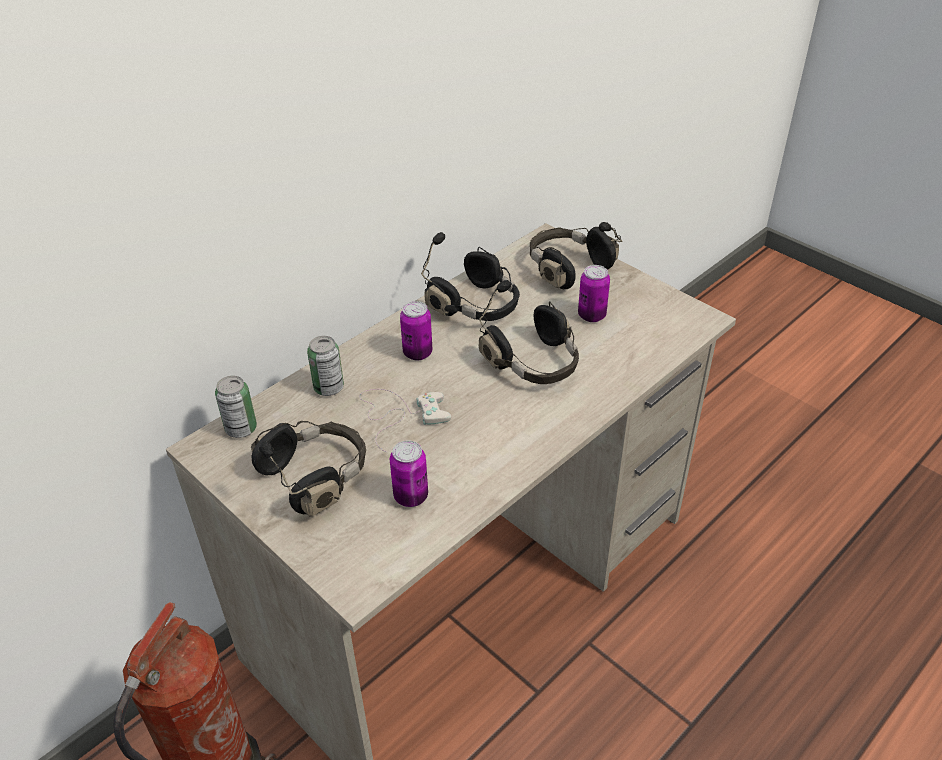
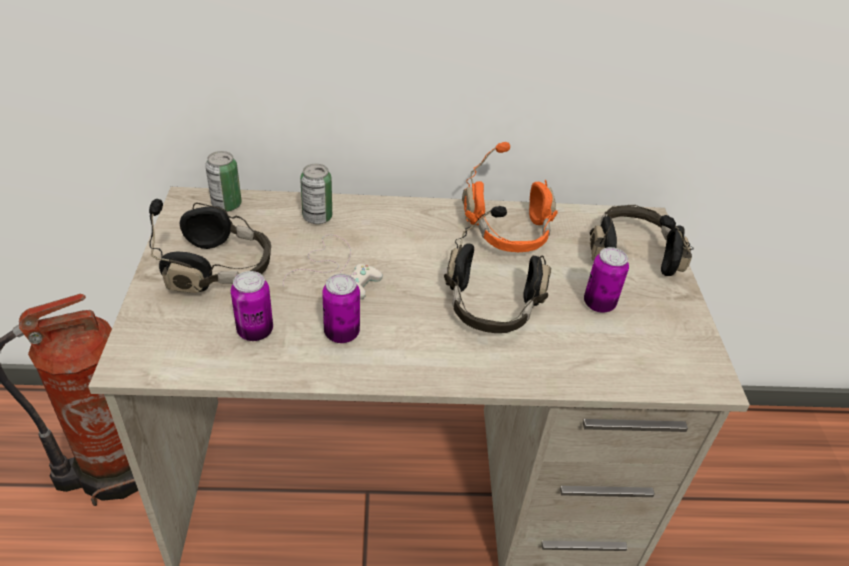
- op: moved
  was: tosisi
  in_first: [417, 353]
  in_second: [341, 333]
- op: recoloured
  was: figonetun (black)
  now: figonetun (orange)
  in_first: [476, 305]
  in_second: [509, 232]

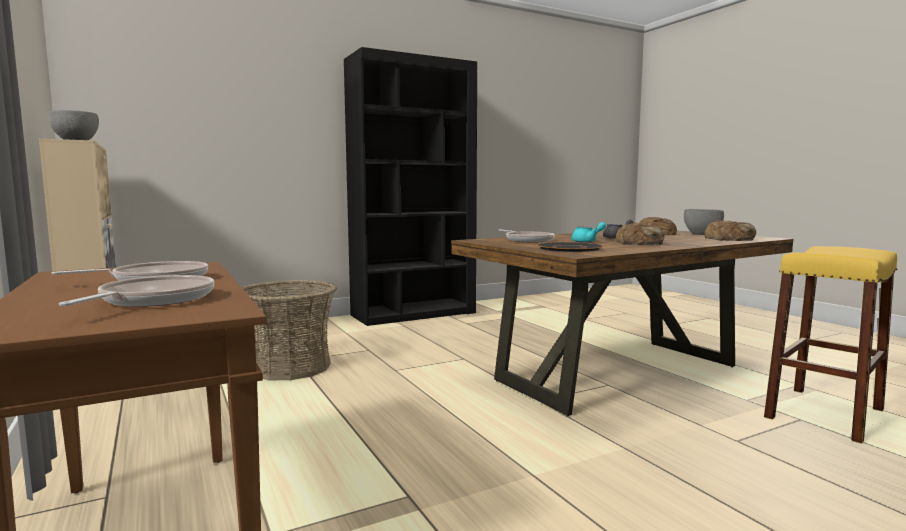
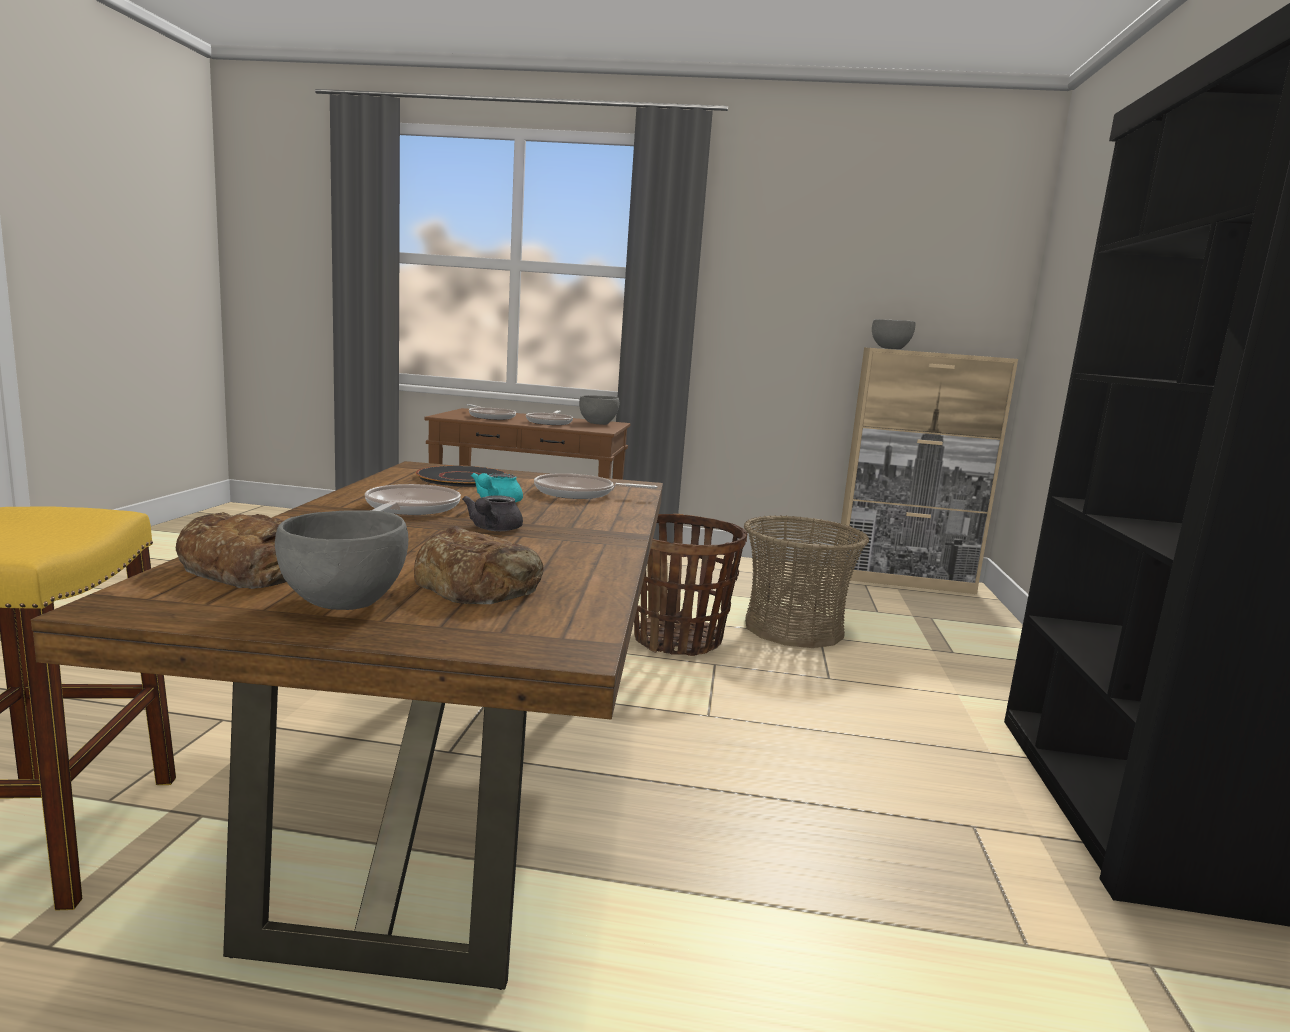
- op: replaced
  was: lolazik
  now: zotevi
  in_first: [640, 243]
  in_second: [410, 508]
- op: added
  now: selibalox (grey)
  in_second: [598, 423]
- op: added
  now: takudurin
  in_second: [677, 640]

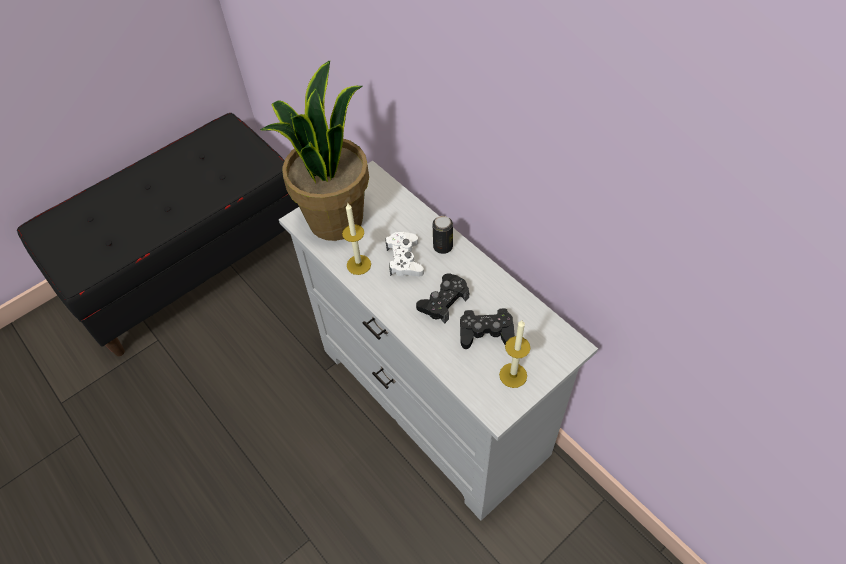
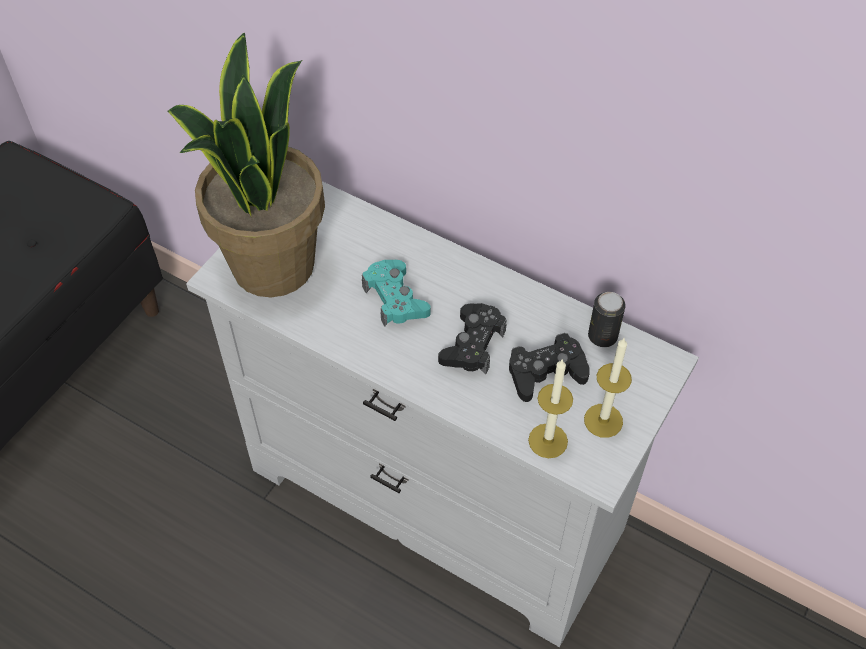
- op: recoloured
  was: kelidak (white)
  now: kelidak (turquoise)
  in_first: [404, 259]
  in_second: [395, 299]
- op: moved
  was: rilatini
  in_first: [358, 264]
  in_second: [548, 440]
- op: moved
  was: tosisi
  in_first: [443, 247]
  in_second: [602, 336]

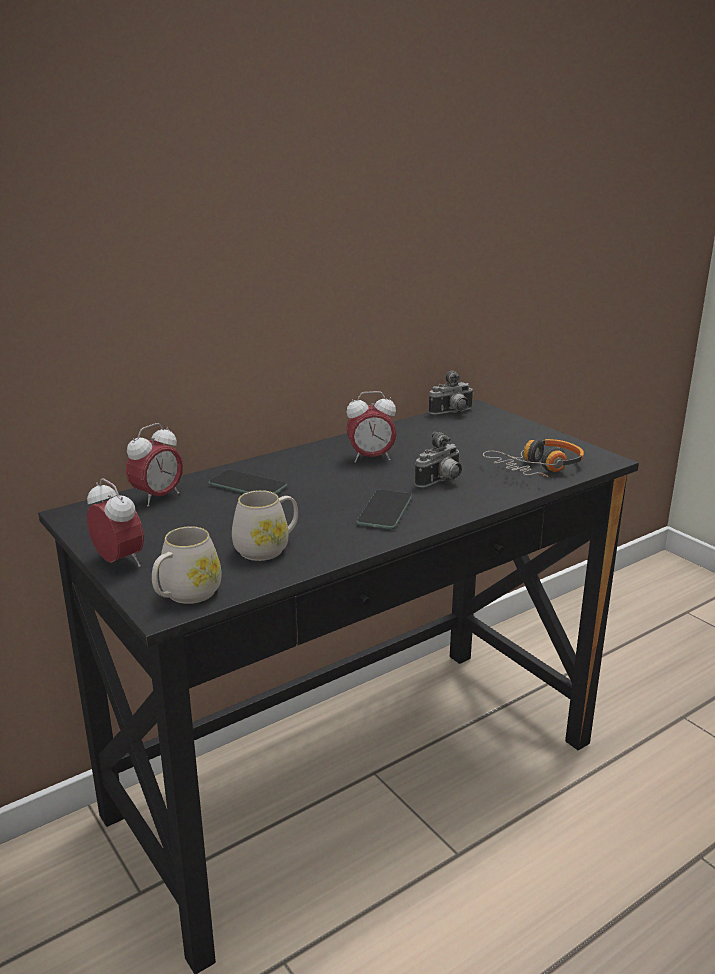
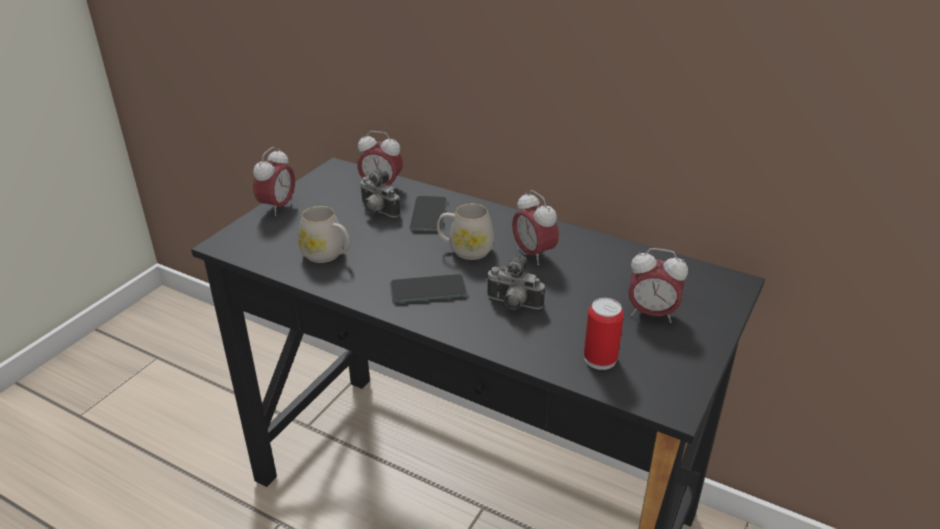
- op: moved
  was: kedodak
  in_first: [452, 413]
  in_second: [377, 211]
- op: moved
  was: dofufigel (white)
  in_first: [186, 595]
  in_second: [465, 250]
- op: replaced
  was: figonetun
  now: tosisi
  in_first: [538, 468]
  in_second: [600, 359]
- op: added
  now: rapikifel
  in_second: [651, 314]

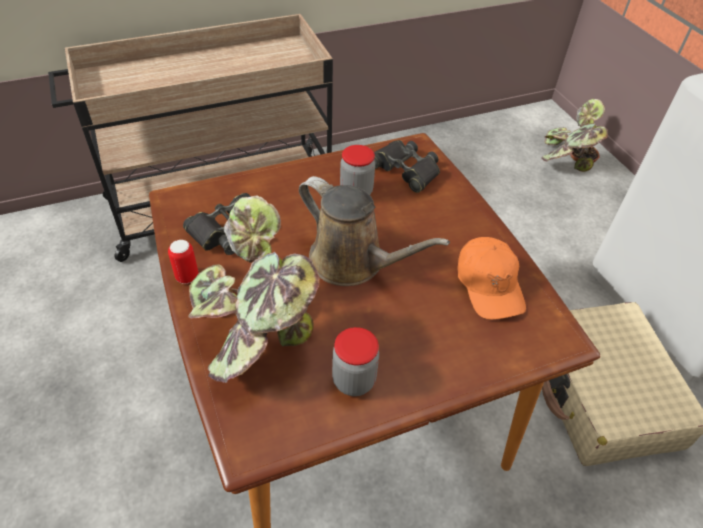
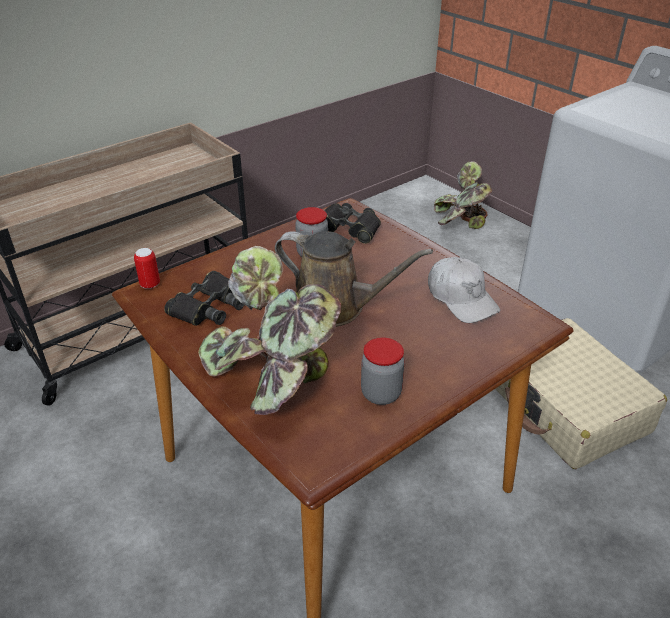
- op: moved
  was: tosisi
  in_first: [187, 277]
  in_second: [150, 284]
- op: recoloured
  was: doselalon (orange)
  now: doselalon (white)
  in_first: [489, 285]
  in_second: [461, 298]

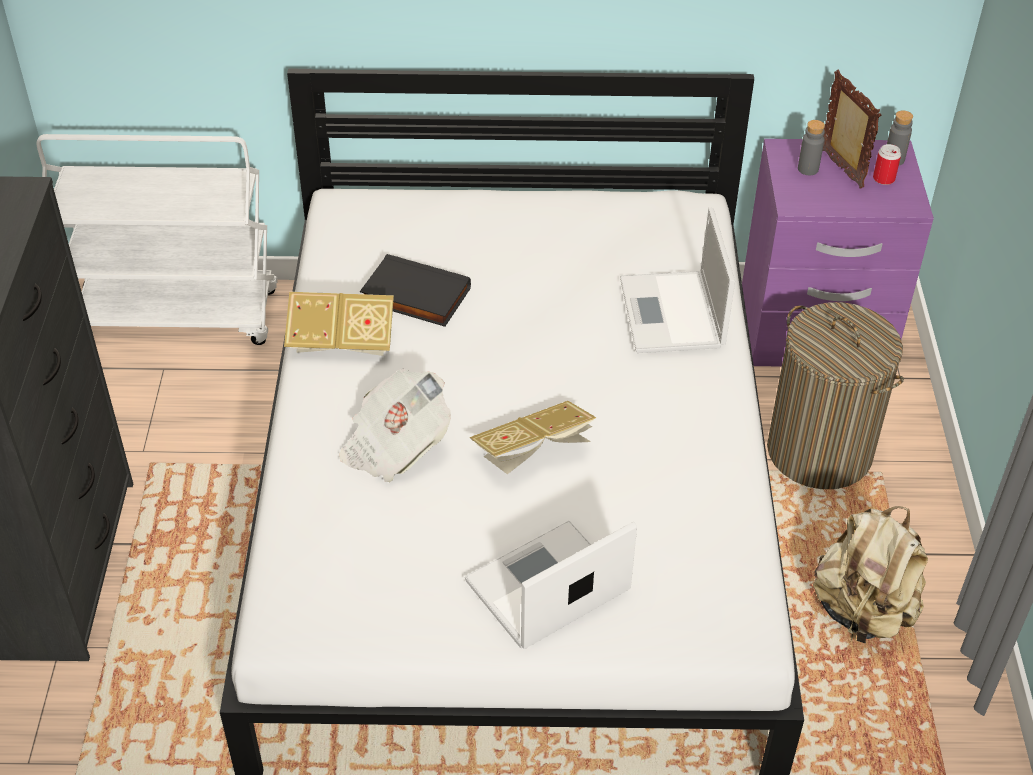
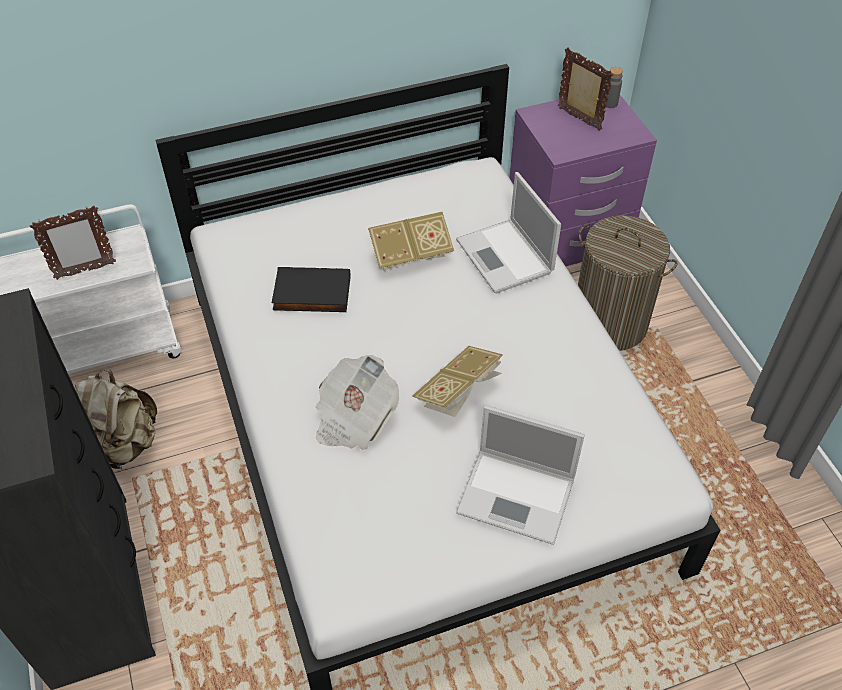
- op: added
  now: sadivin
  in_second: [85, 271]
- op: moved
  was: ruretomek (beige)
  in_first: [863, 611]
  in_second: [123, 444]
- op: moved
  was: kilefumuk
  in_first: [342, 341]
  in_second: [410, 254]
- op: turned
  was: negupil
  in_first: [545, 588]
  in_second: [518, 496]
  clockwise: -105
- op: removed
  was: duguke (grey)
  in_first: [808, 169]
- op: removed
  was: tosisi
  in_first: [883, 179]

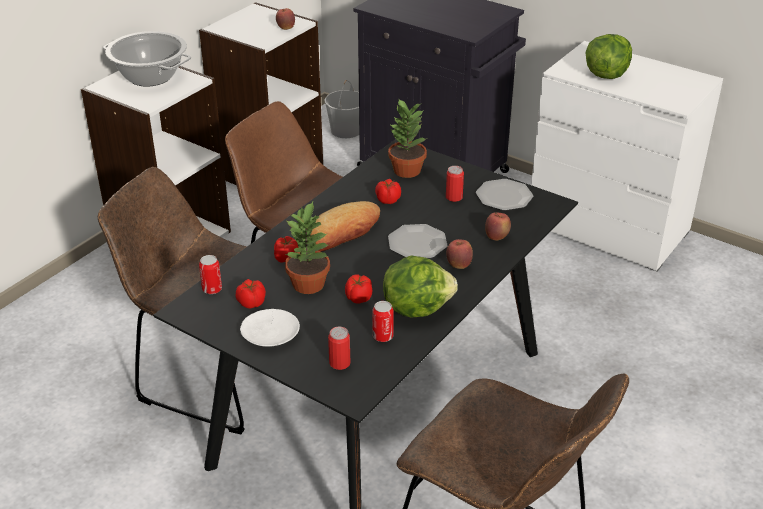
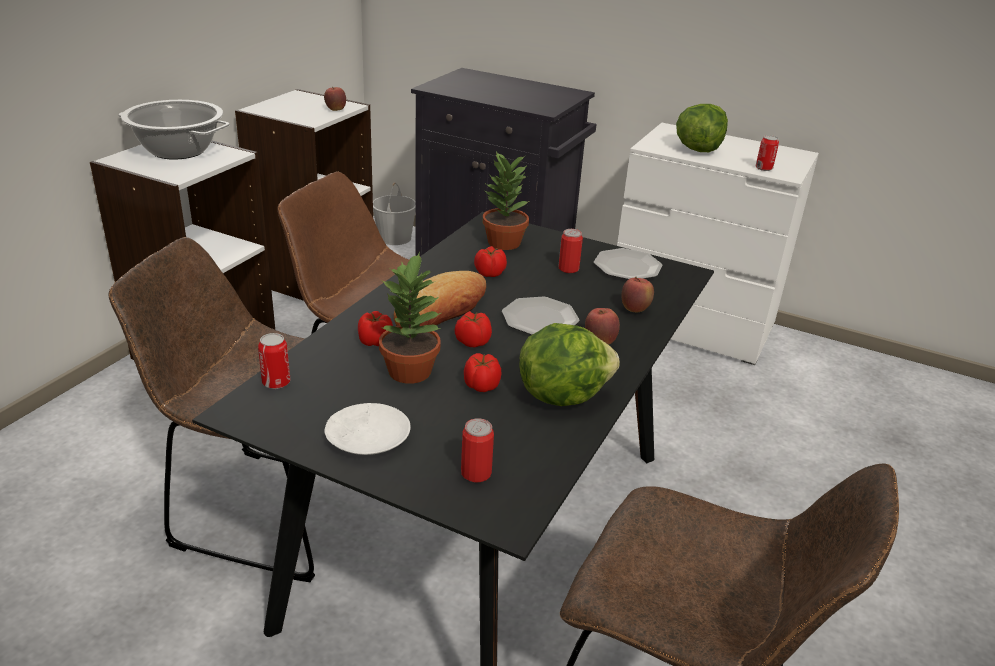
- op: moved
  was: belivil
  in_first: [251, 303]
  in_second: [472, 342]
- op: moved
  was: tosisi
  in_first: [382, 336]
  in_second: [764, 168]

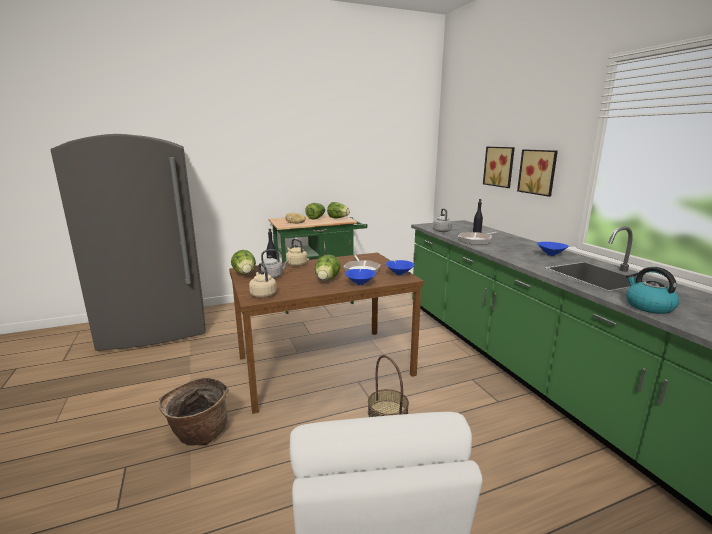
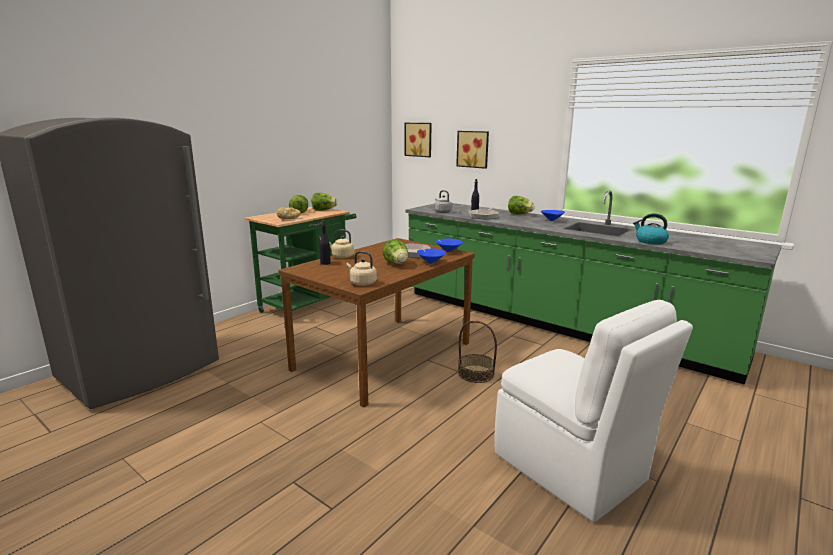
- op: moved
  was: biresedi
  in_first: [538, 172]
  in_second: [419, 139]
- op: moved
  was: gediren
  in_first: [245, 274]
  in_second: [520, 214]
- op: removed
  was: takudurin
  in_first: [199, 433]
- op: removed
  was: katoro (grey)
  in_first: [272, 276]

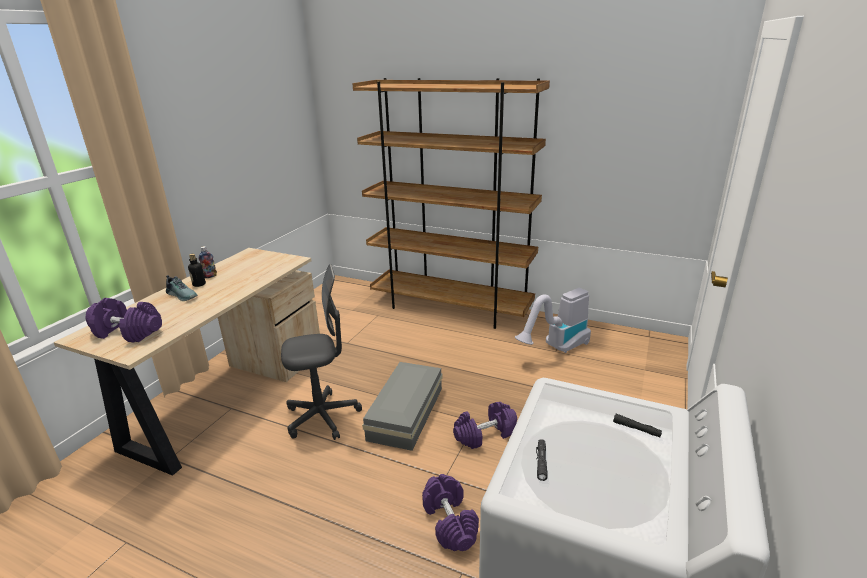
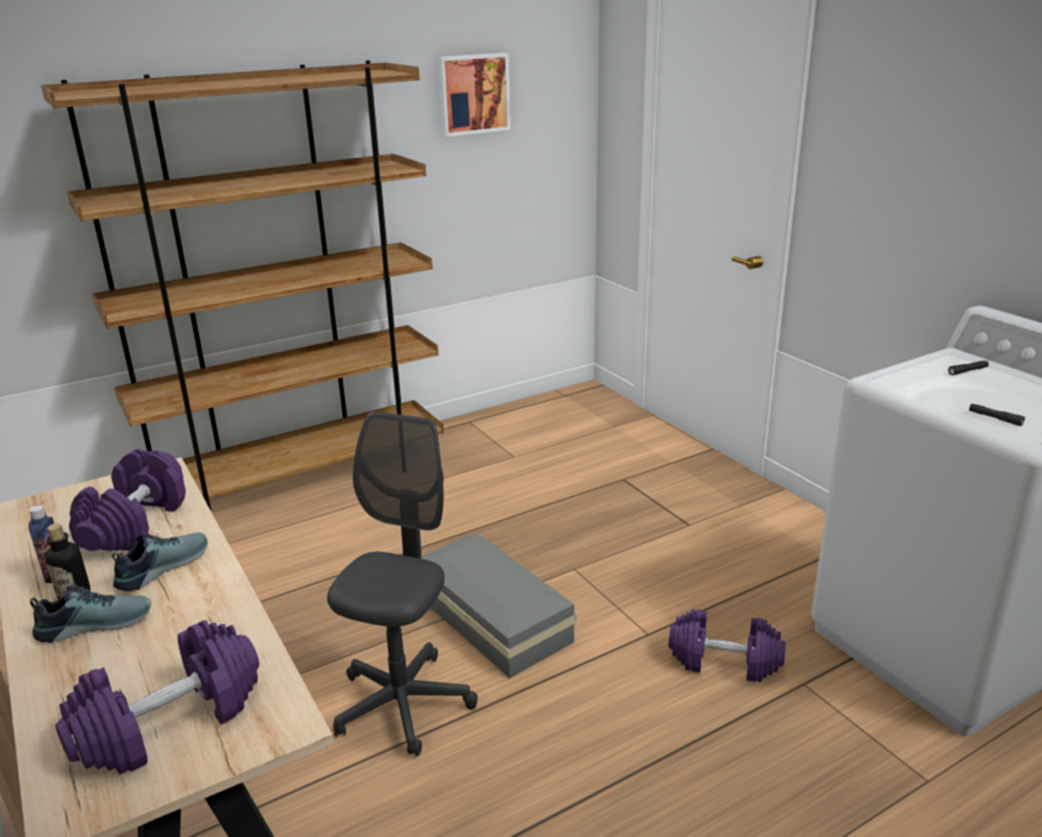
- op: moved
  was: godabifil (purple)
  in_first: [485, 434]
  in_second: [134, 523]
- op: added
  now: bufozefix
  in_second: [161, 567]
- op: added
  now: biresedi
  in_second: [473, 94]
- op: removed
  was: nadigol
  in_first: [556, 348]

